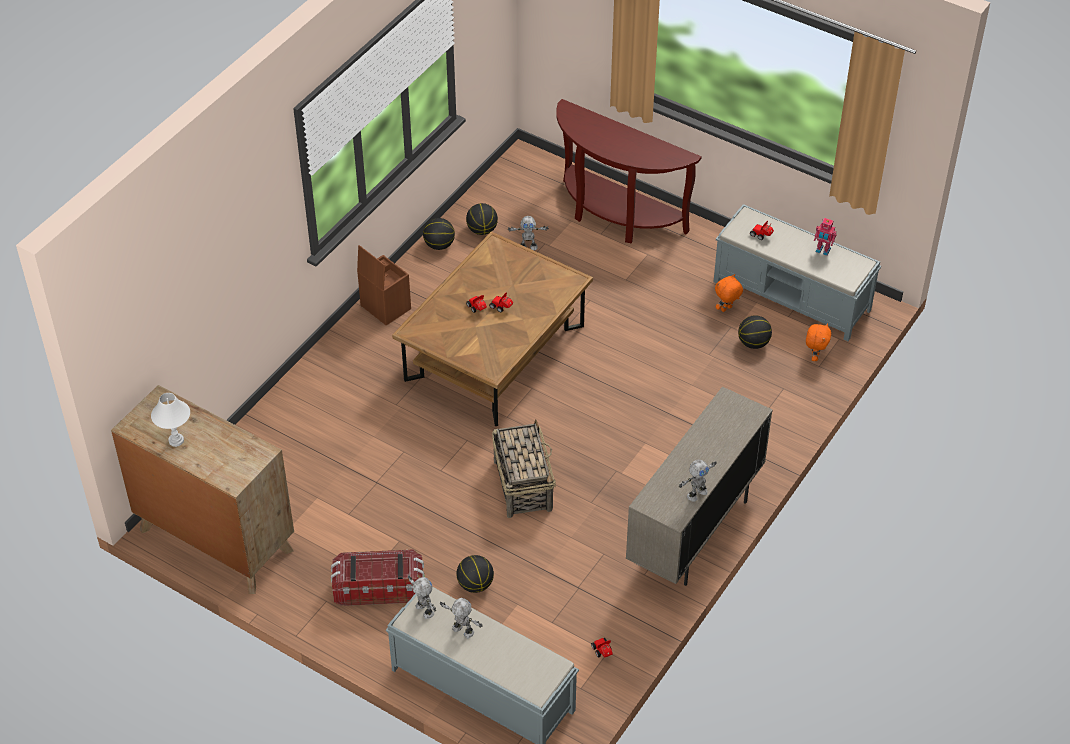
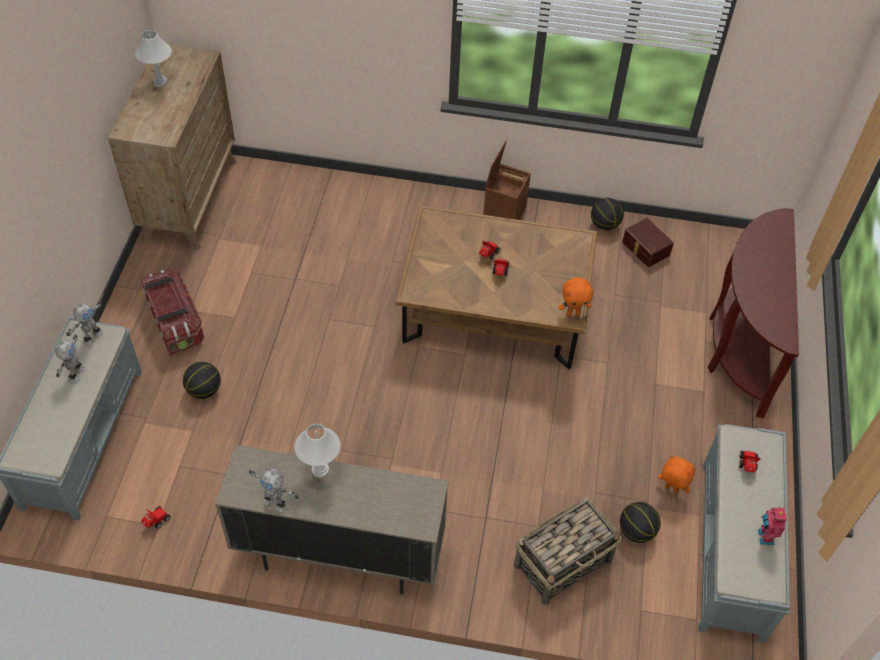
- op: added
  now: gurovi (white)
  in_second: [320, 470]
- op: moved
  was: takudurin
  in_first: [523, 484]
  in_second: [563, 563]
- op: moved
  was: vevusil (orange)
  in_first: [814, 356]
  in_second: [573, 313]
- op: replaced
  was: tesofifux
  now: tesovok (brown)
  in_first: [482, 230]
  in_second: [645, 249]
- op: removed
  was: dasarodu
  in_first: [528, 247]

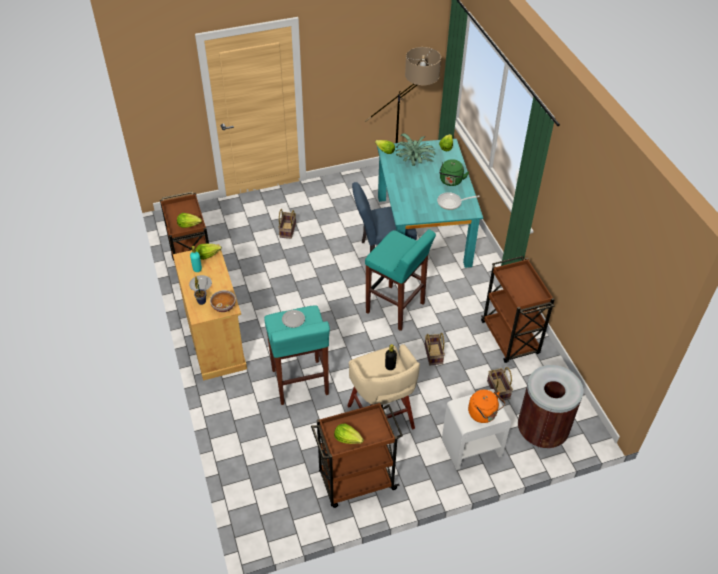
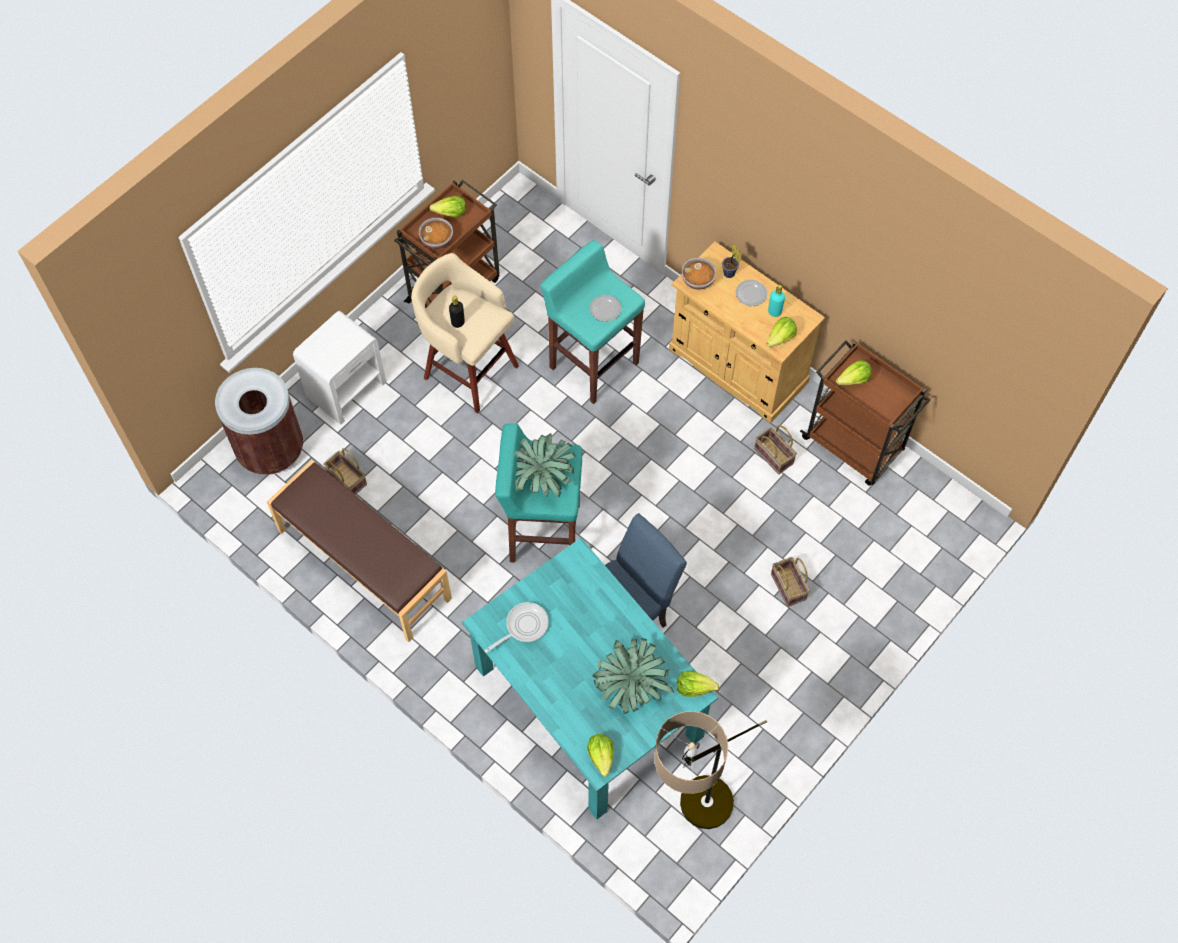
- op: replaced
  was: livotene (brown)
  now: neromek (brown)
  in_first: [510, 339]
  in_second: [363, 565]
- op: added
  now: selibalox
  in_second: [437, 240]
- op: added
  now: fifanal
  in_second: [540, 478]
- op: moved
  was: takudurin
  in_first: [433, 354]
  in_second: [775, 456]
- op: removed
  was: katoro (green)
  in_first: [451, 181]
- op: removed
  was: katoro (orange)
  in_first: [484, 414]

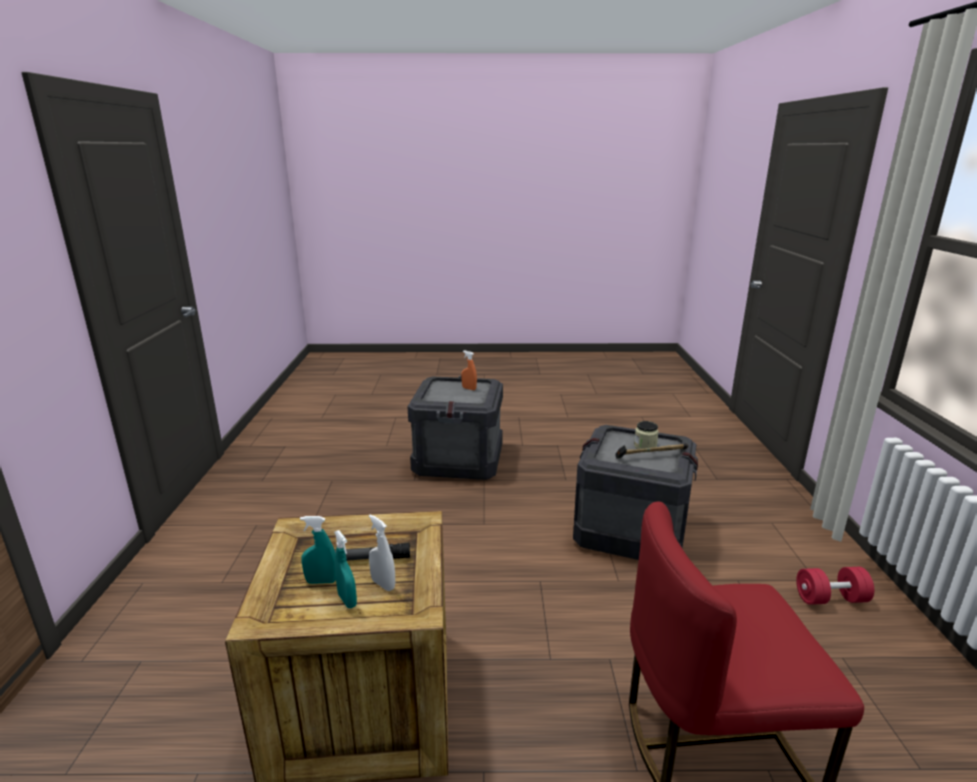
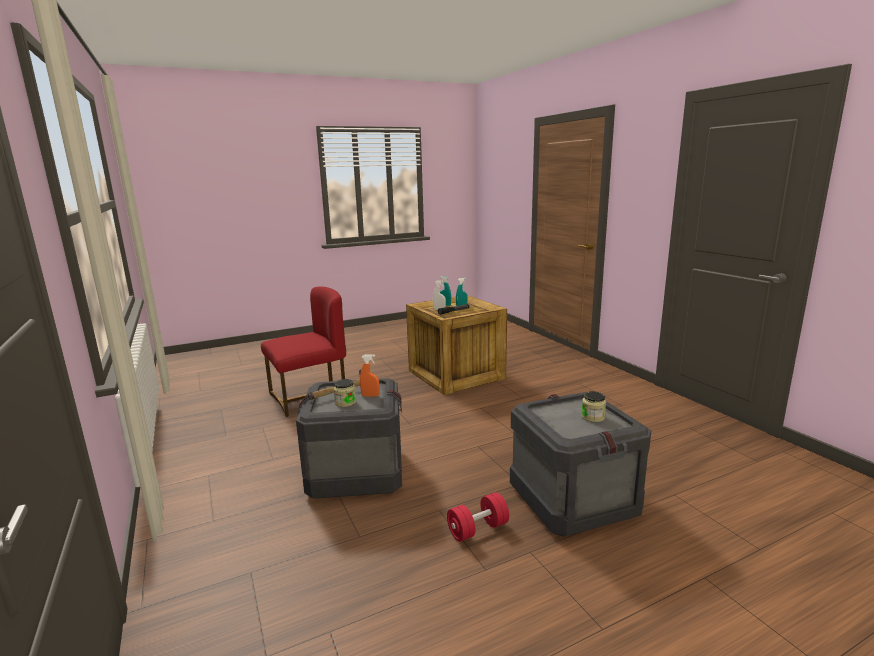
- op: moved
  was: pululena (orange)
  in_first: [469, 388]
  in_second: [370, 396]
- op: moved
  was: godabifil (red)
  in_first: [830, 598]
  in_second: [478, 529]
- op: added
  now: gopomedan
  in_second: [593, 417]

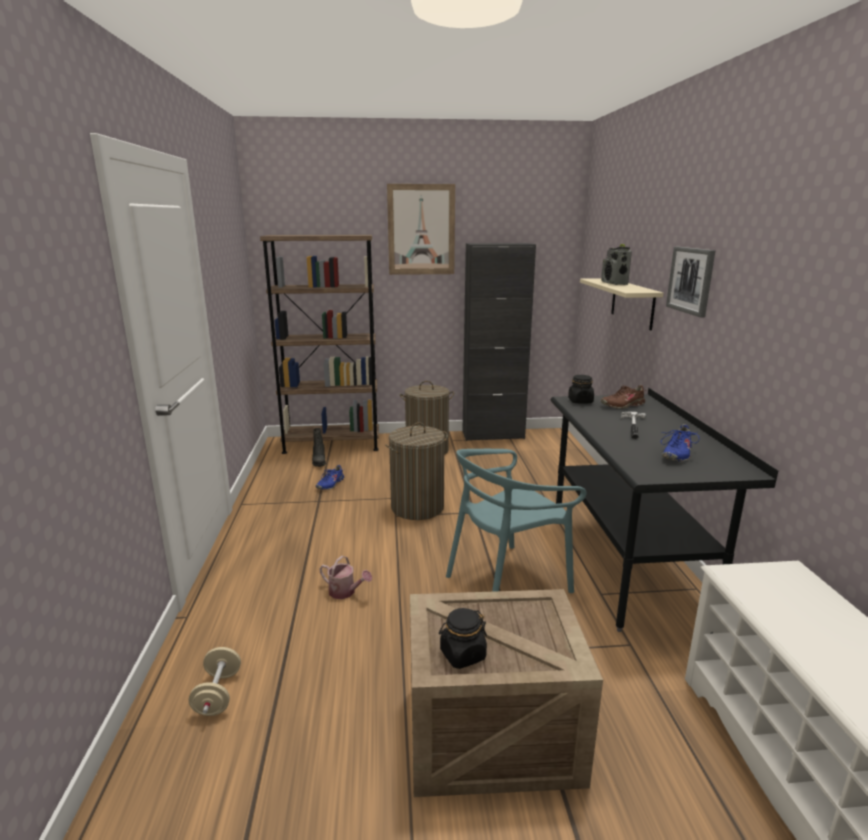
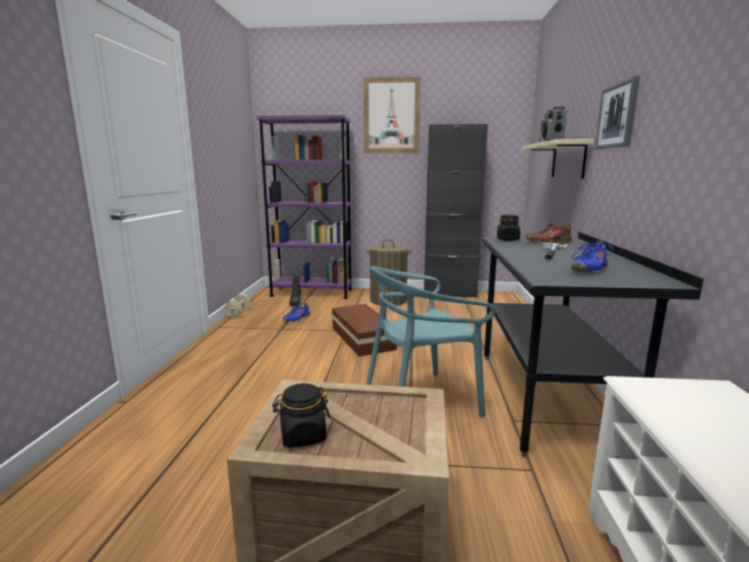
- op: moved
  was: godabifil (beige)
  in_first: [218, 694]
  in_second: [238, 313]
- op: recoloured
  was: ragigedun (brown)
  now: ragigedun (purple)
  in_first: [332, 444]
  in_second: [312, 293]
- op: replaced
  was: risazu
  now: tesovok (brown)
  in_first: [417, 507]
  in_second: [362, 339]
- op: removed
  was: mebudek
  in_first: [345, 592]

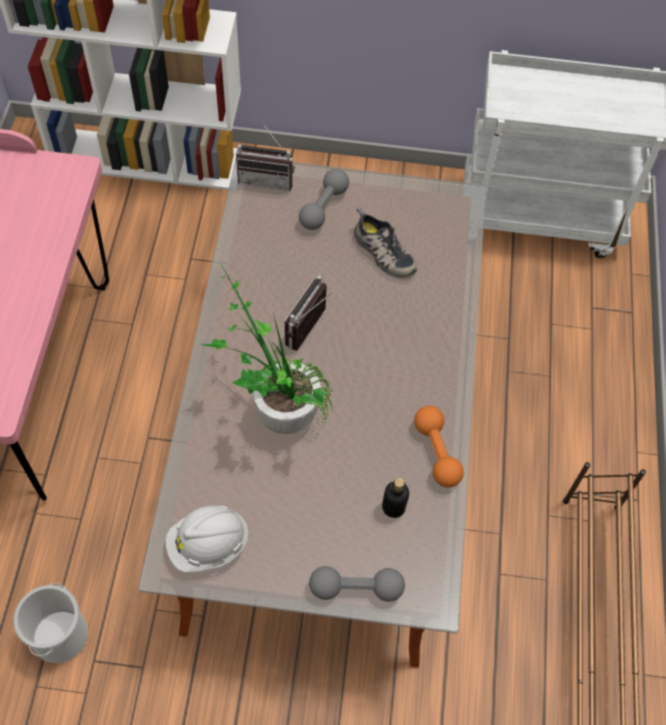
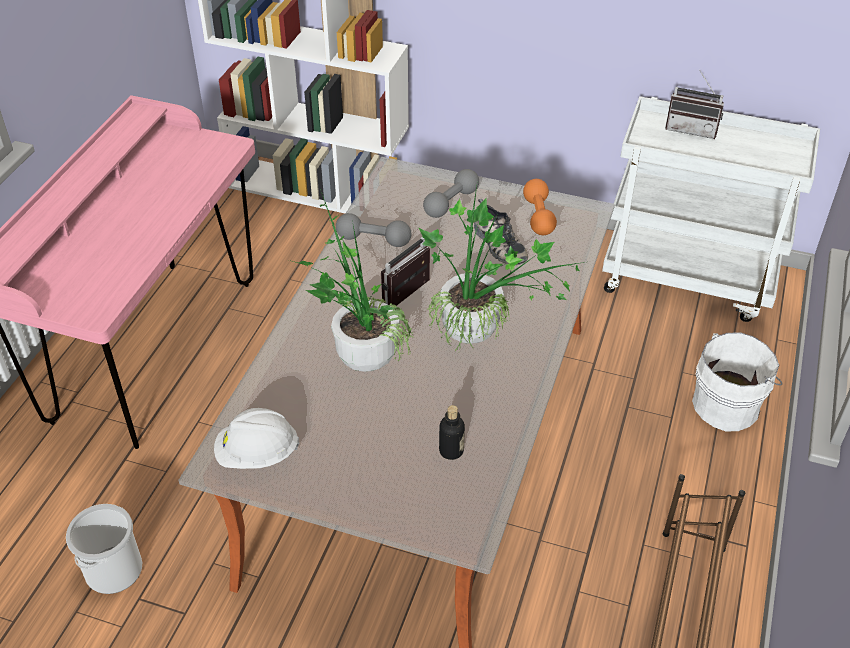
- op: moved
  was: godabifil (grey)
  in_first: [356, 588]
  in_second: [373, 240]
- op: added
  now: fifanal
  in_second: [482, 333]
- op: moved
  was: godabifil (orange)
  in_first: [436, 452]
  in_second: [538, 216]
- op: moved
  was: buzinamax
  in_first: [267, 178]
  in_second: [692, 129]
- op: added
  now: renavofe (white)
  in_second: [728, 405]

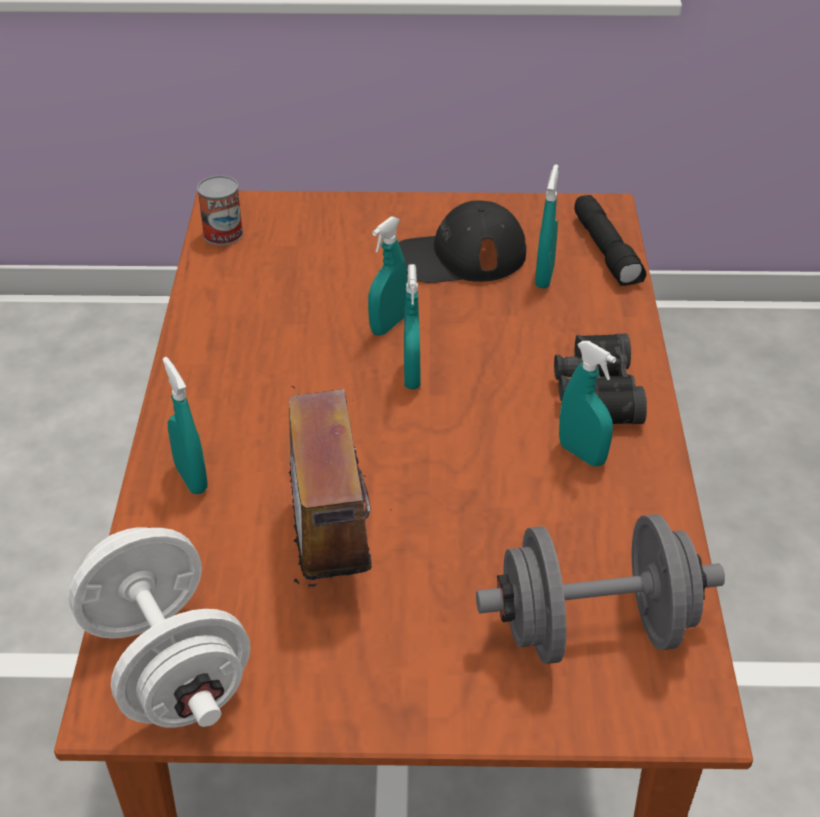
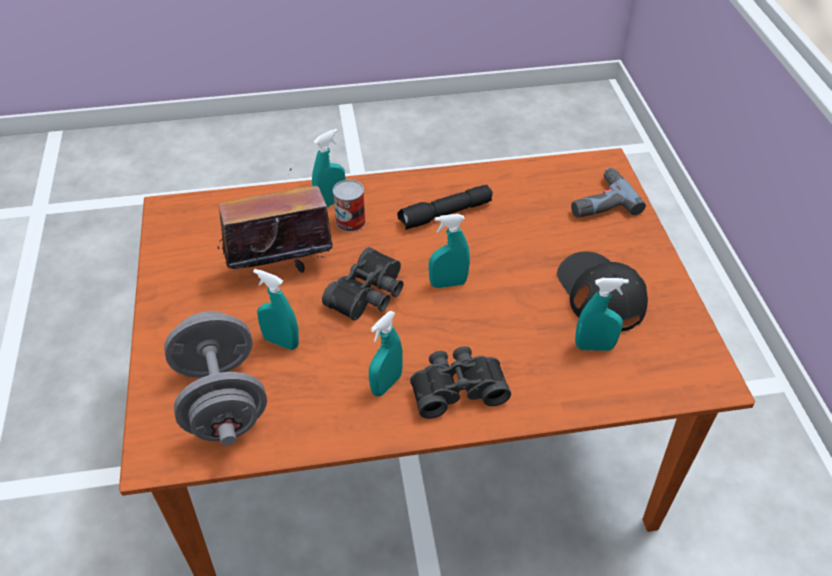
- op: moved
  was: pululena (turquoise)
  in_first: [388, 325]
  in_second: [281, 342]
- op: added
  now: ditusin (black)
  in_second: [370, 295]
- op: moved
  was: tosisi
  in_first: [223, 233]
  in_second: [350, 221]
- op: moved
  was: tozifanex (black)
  in_first: [607, 251]
  in_second: [445, 215]
- op: added
  now: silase
  in_second: [598, 201]
- op: removed
  was: godabifil (white)
  in_first: [167, 666]

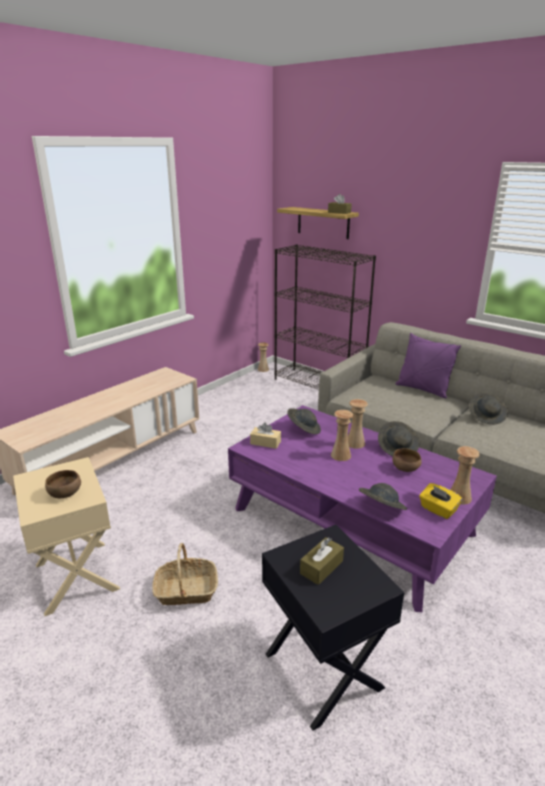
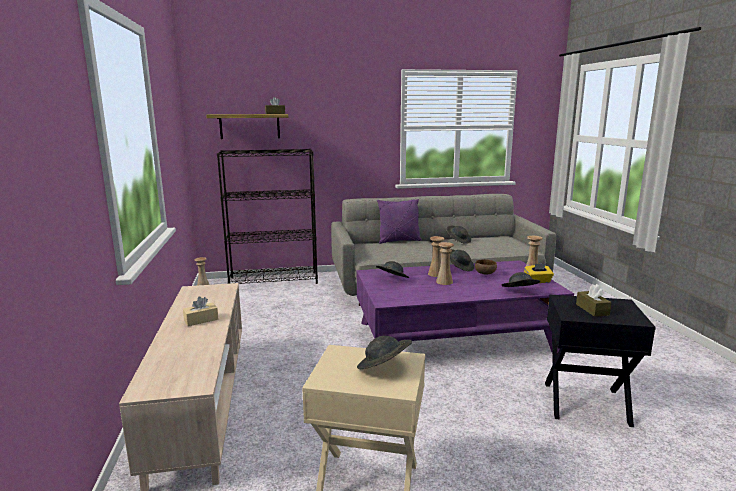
- op: moved
  was: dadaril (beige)
  in_first: [265, 443]
  in_second: [201, 320]
- op: replaced
  was: selibalox (brown)
  now: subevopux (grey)
  in_first: [65, 493]
  in_second: [384, 367]
- op: removed
  was: takudurin
  in_first: [186, 590]

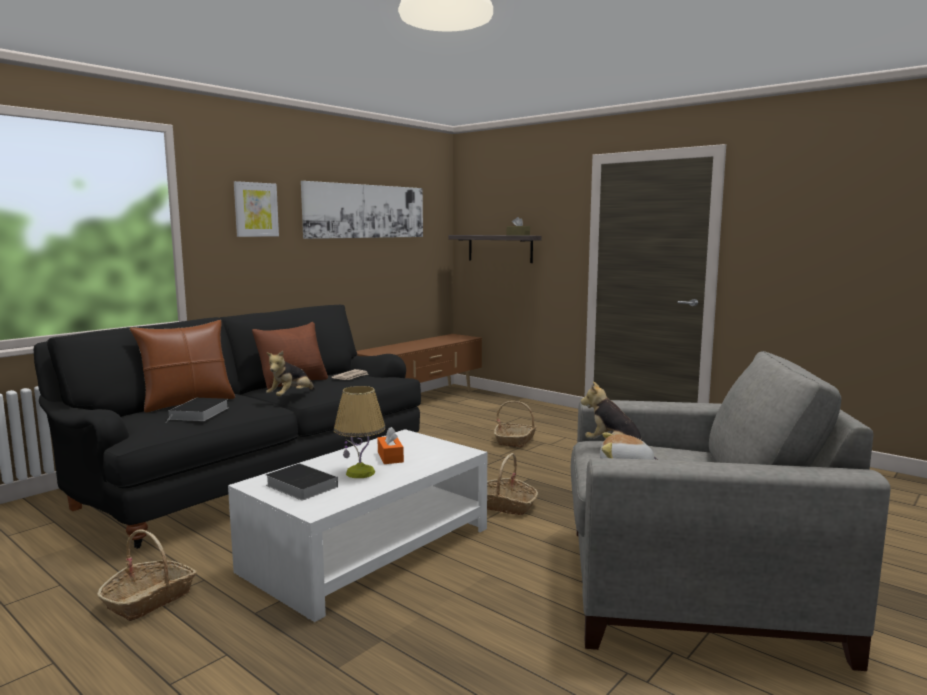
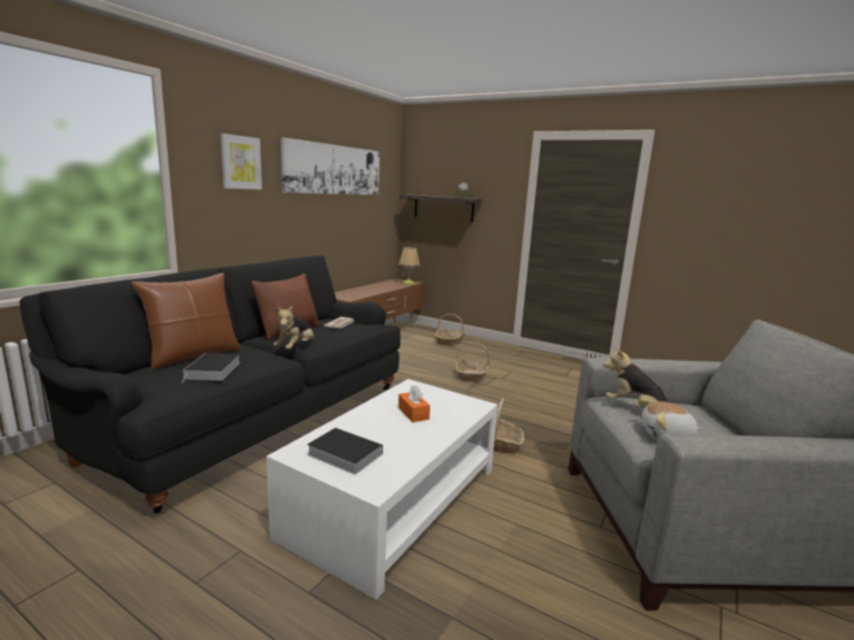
- op: moved
  was: gurovi
  in_first: [361, 473]
  in_second: [408, 283]
- op: moved
  was: takudurin
  in_first: [150, 599]
  in_second: [450, 341]

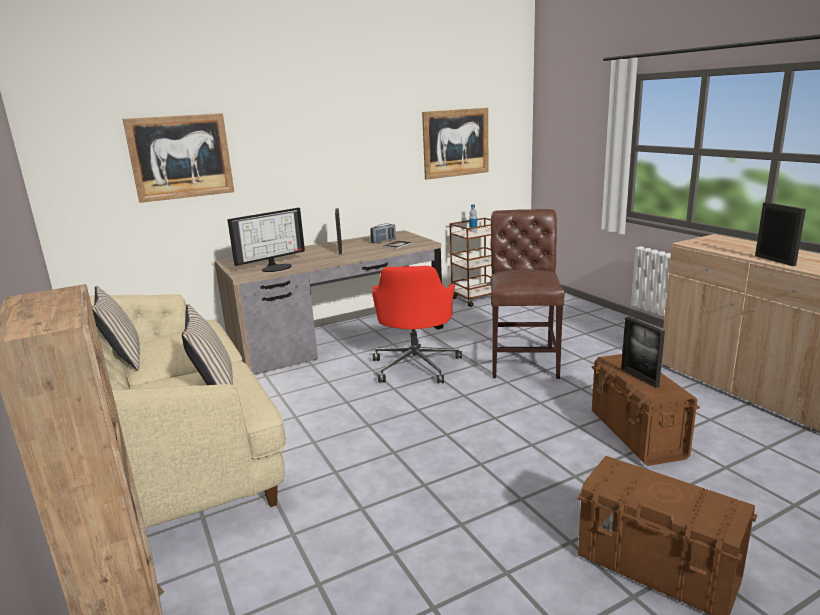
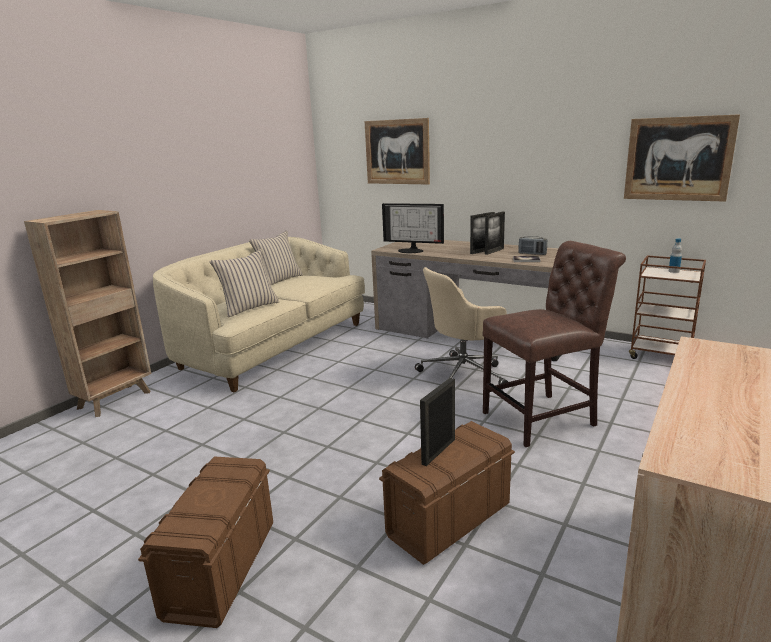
- op: recoloured
  was: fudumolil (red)
  now: fudumolil (beige)
  in_first: [416, 365]
  in_second: [464, 374]
- op: moved
  was: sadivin
  in_first: [774, 260]
  in_second: [494, 251]

